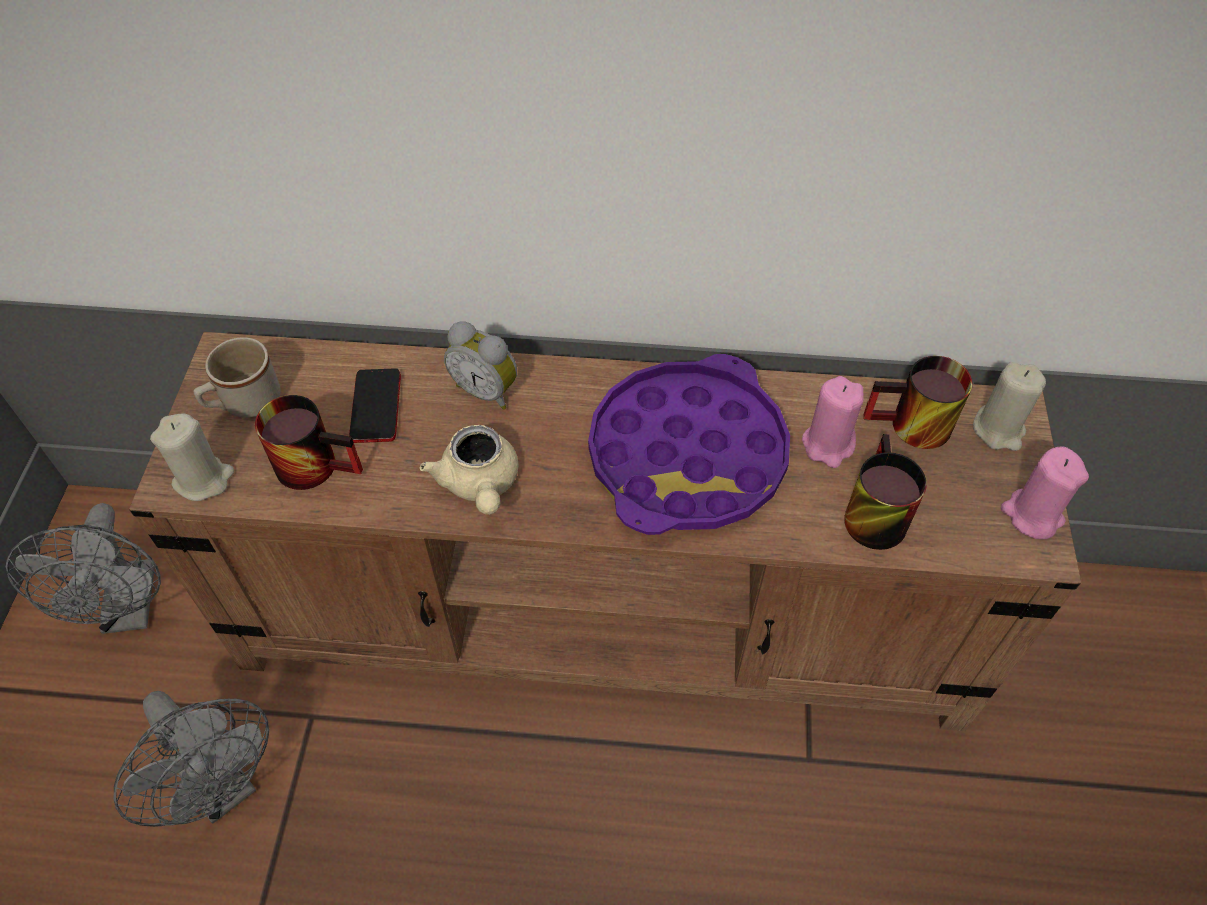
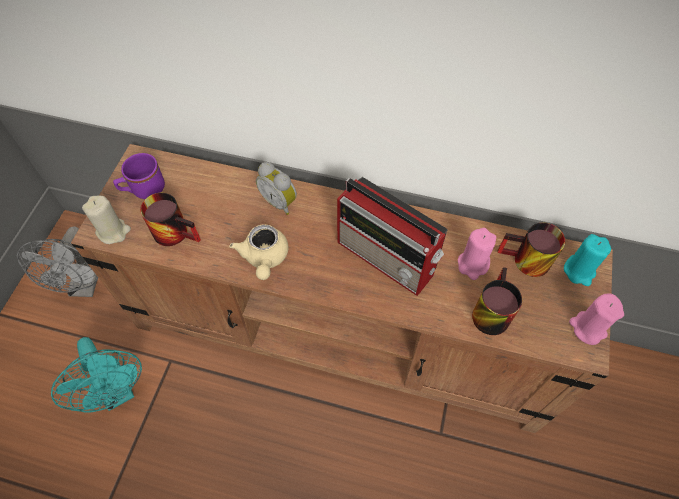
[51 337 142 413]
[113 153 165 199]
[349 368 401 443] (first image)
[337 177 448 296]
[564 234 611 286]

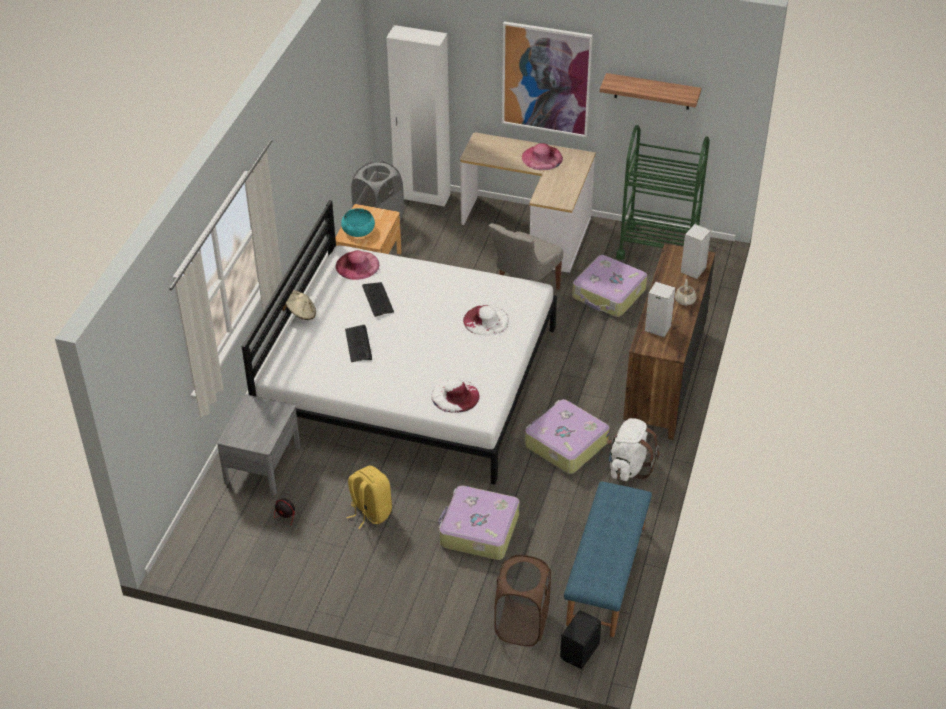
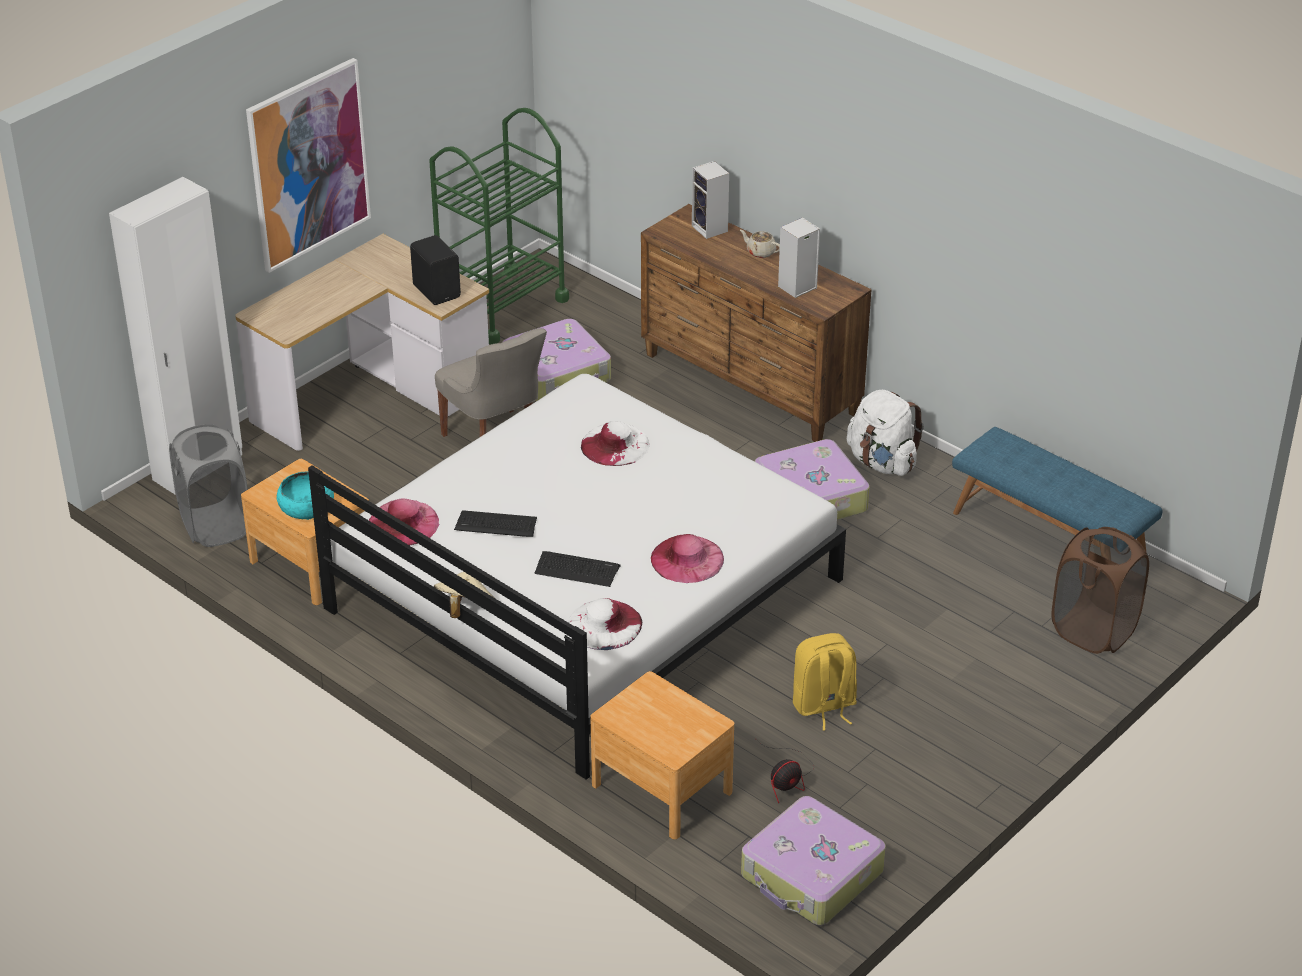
[590 671 734 839]
[568 598 642 650]
[741 796 886 925]
[651 534 724 583]
[410 235 461 305]
[600 73 701 110] (first image)

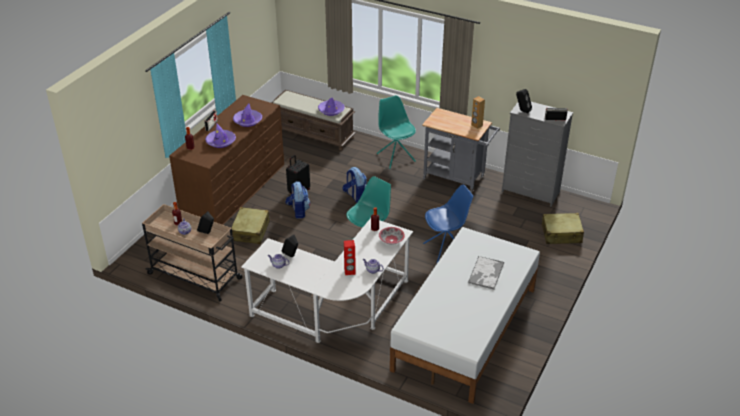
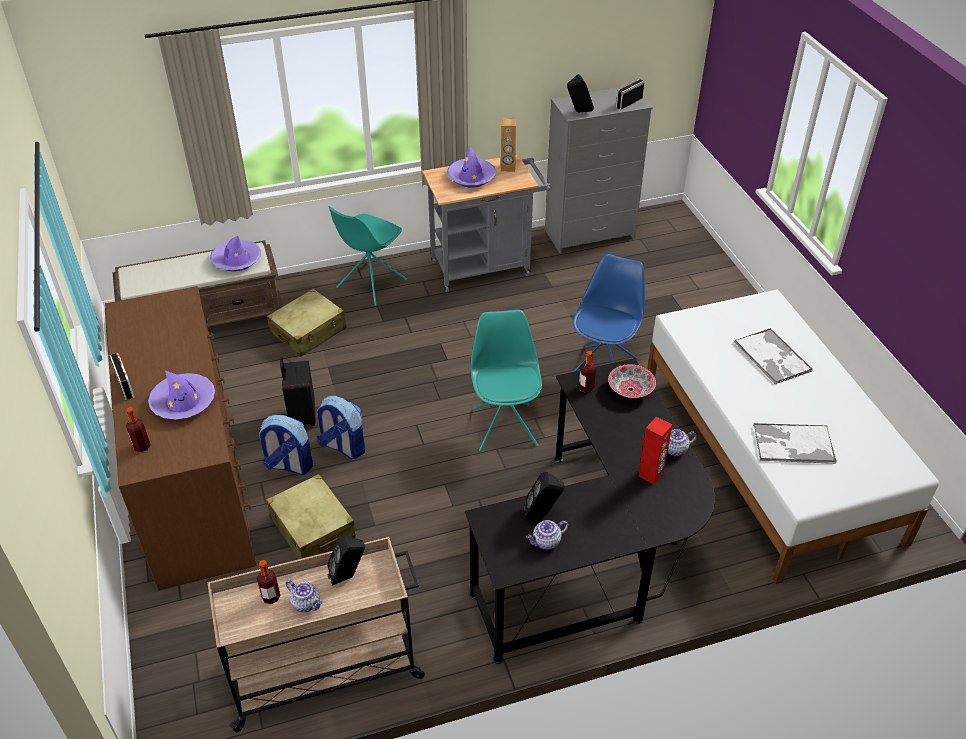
[447 146 496 188]
[465 358 715 664]
[258 415 313 475]
[328 206 407 306]
[267 289 346 357]
[753 423 837 464]

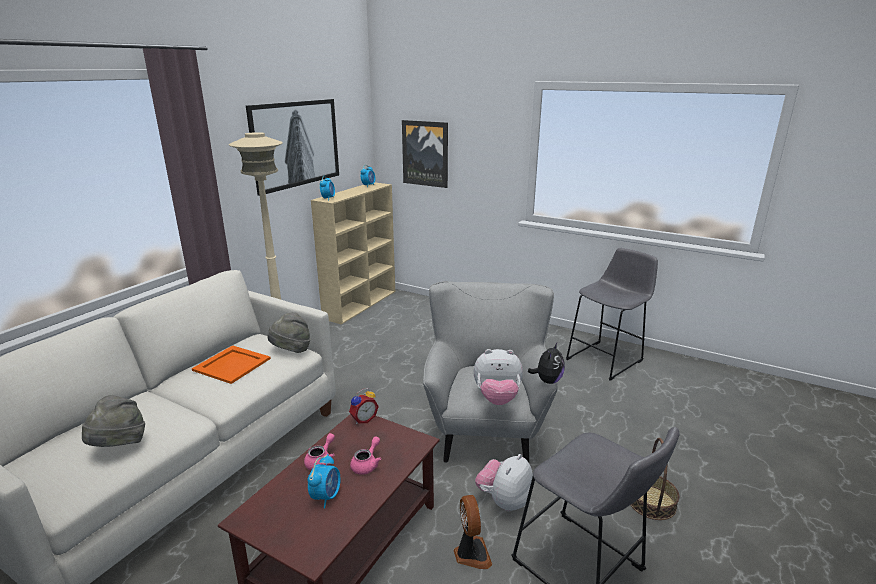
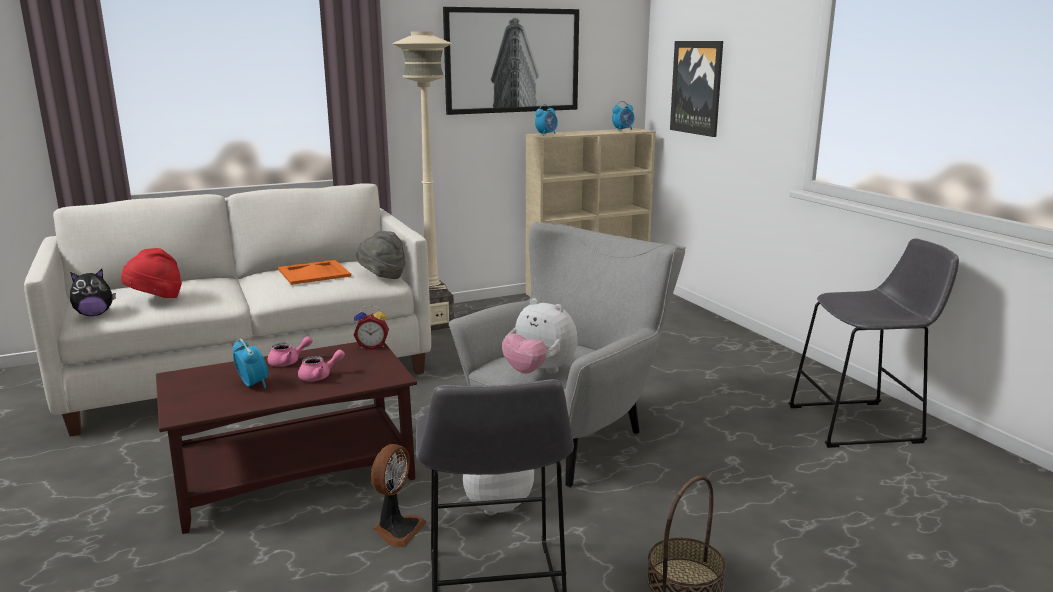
[121 248 182 298]
[233 338 269 389]
[70 269 116 316]

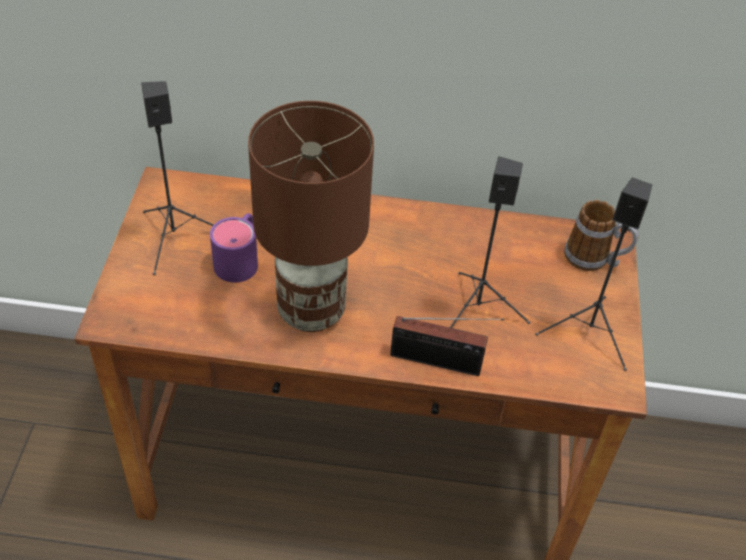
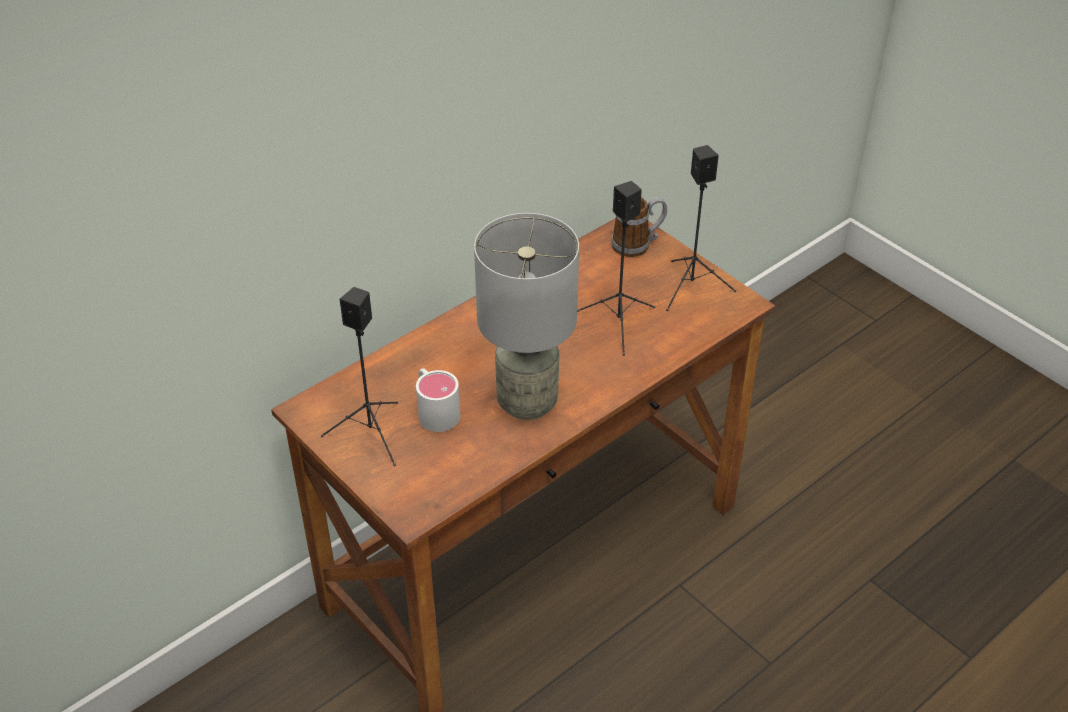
[416 368 460 432]
[474 213 579 420]
[390 316 504 376] (first image)

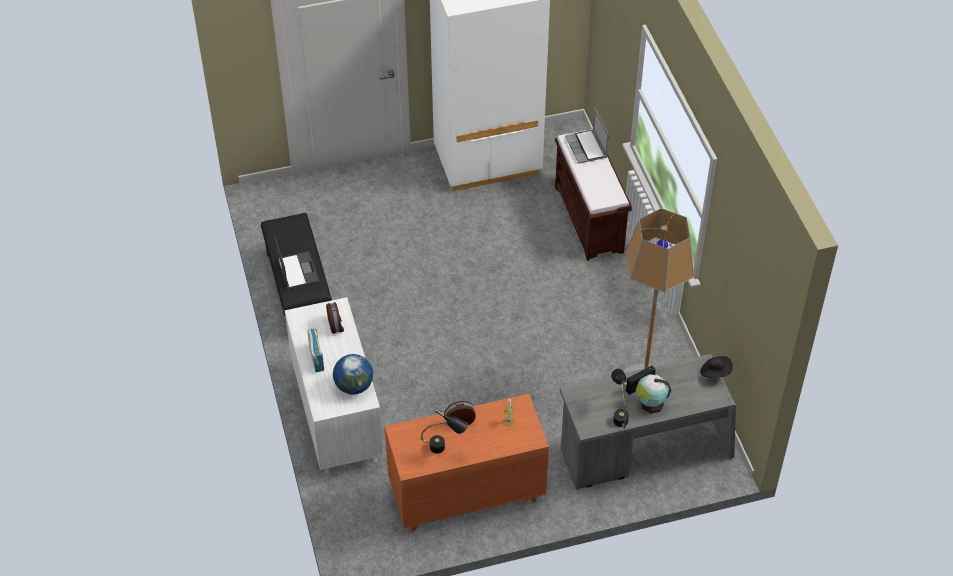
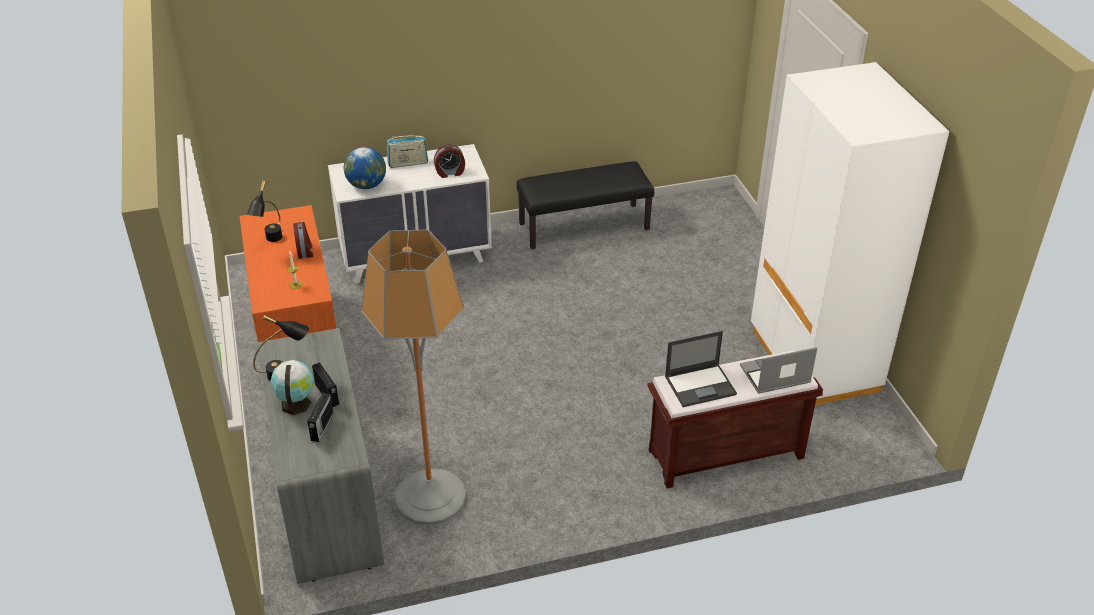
[665 331 737 407]
[700 356 732 378] (first image)
[307 393 333 442]

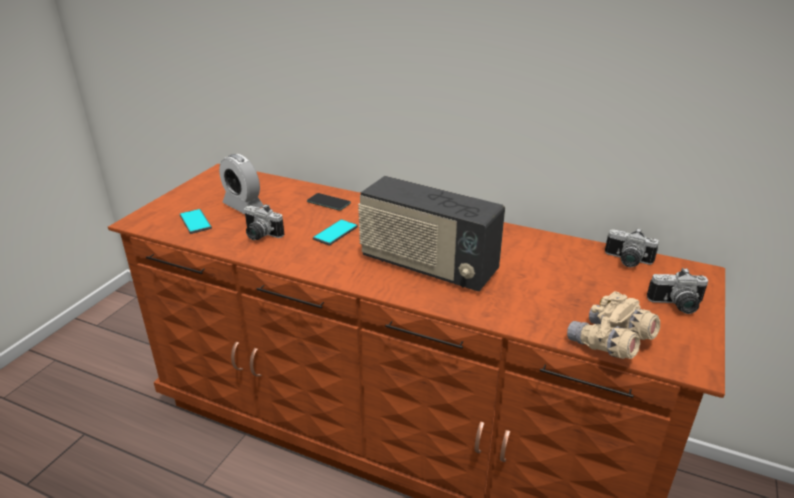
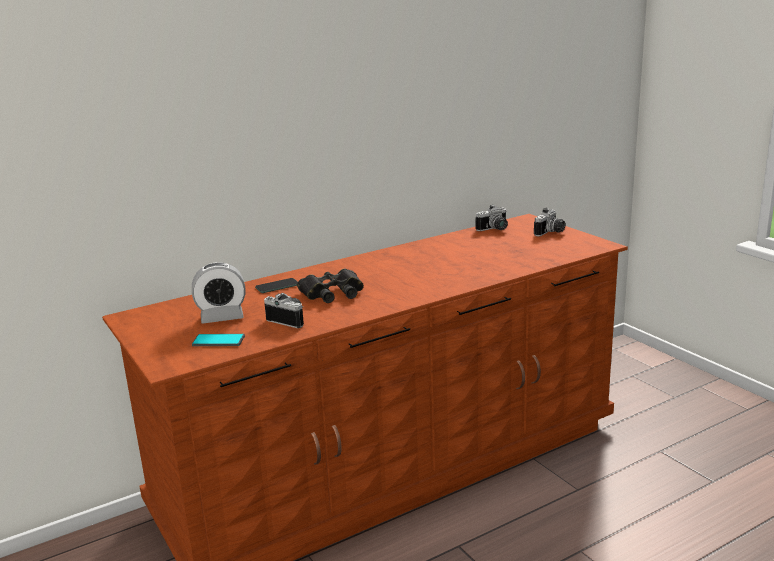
[264 293 304 328]
[297 269 364 303]
[358 176 505 291] (first image)
[567 291 660 359] (first image)

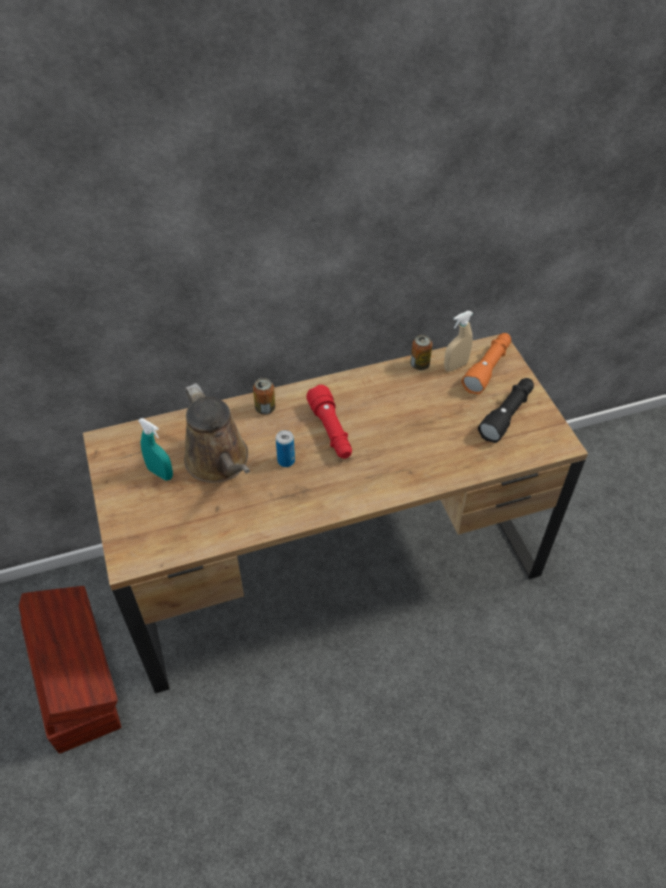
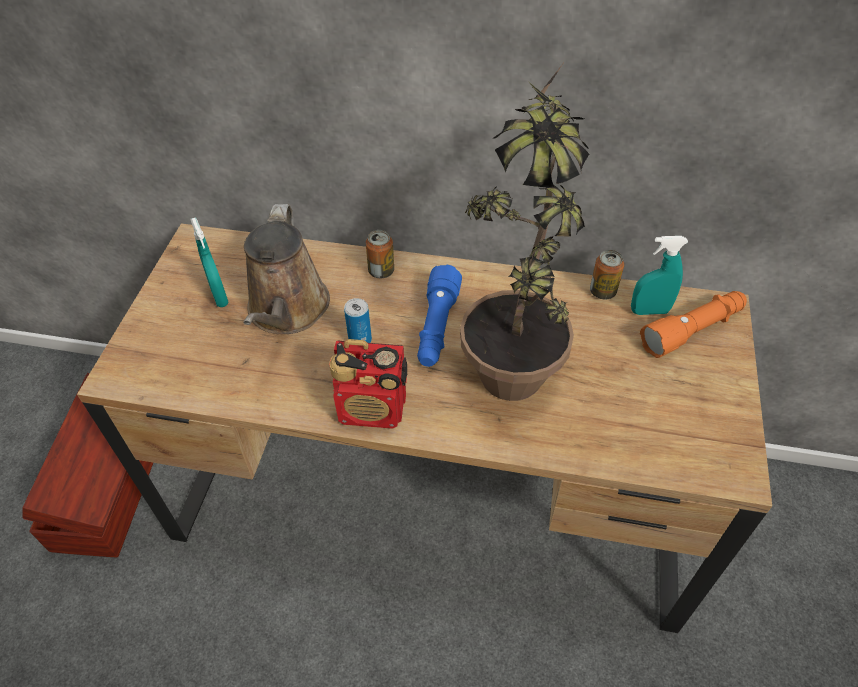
[417 265 462 367]
[631 236 688 315]
[478 378 534 443] (first image)
[329 339 407 429]
[460 61 589 401]

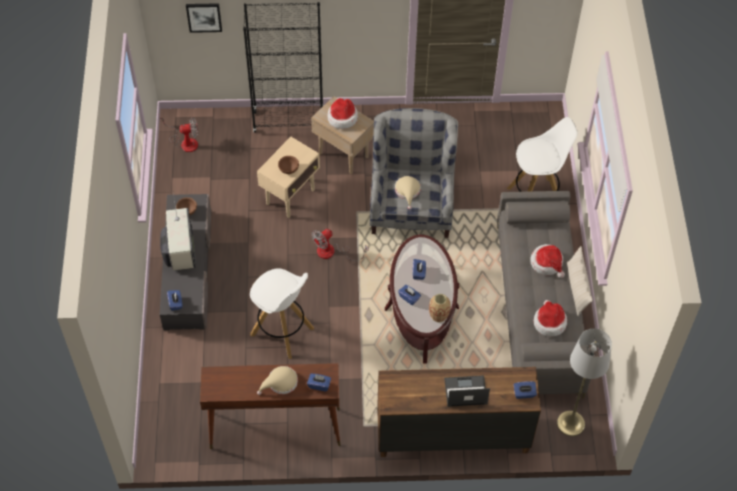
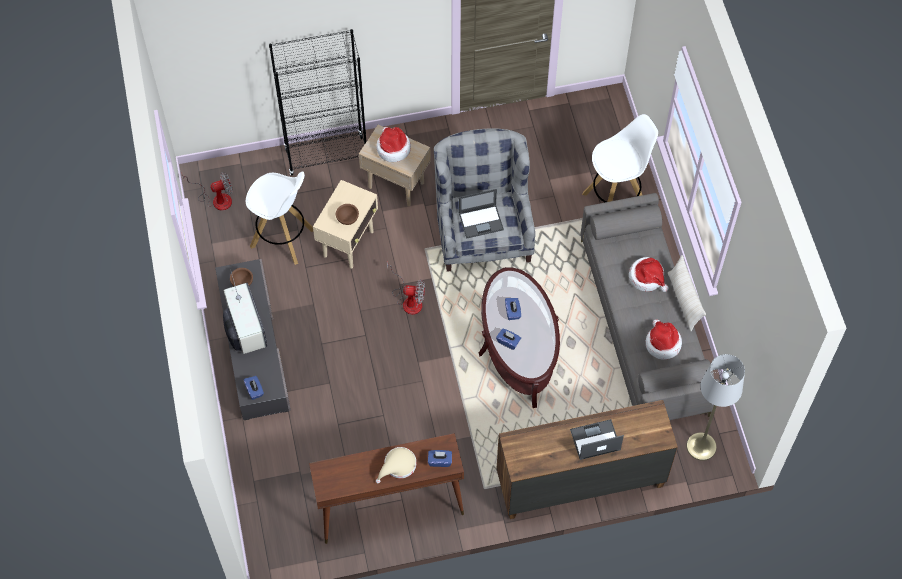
[186 3 222 33] (first image)
[246 171 313 265]
[387 263 425 315]
[459 189 504 239]
[429 294 451 322] (first image)
[514 381 537 399] (first image)

